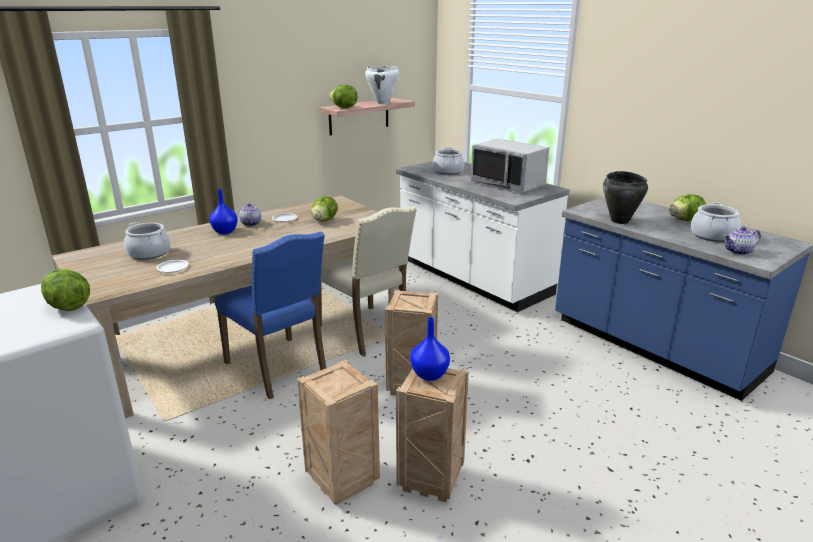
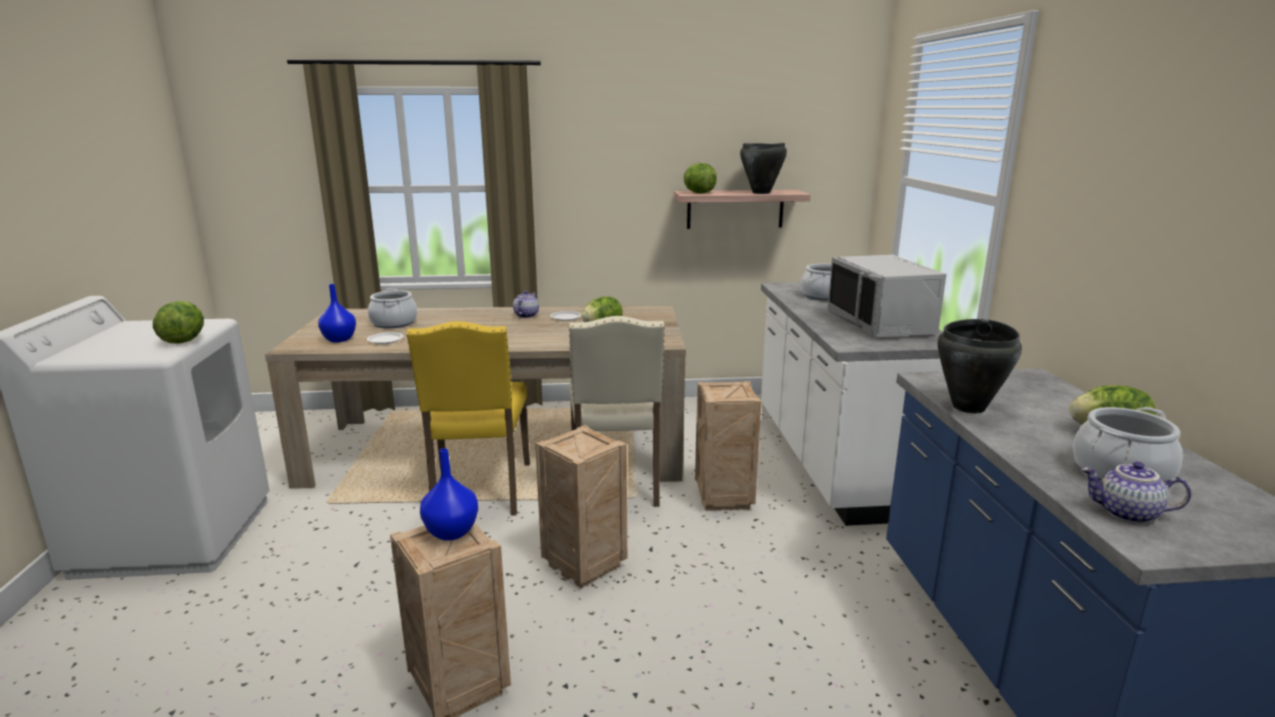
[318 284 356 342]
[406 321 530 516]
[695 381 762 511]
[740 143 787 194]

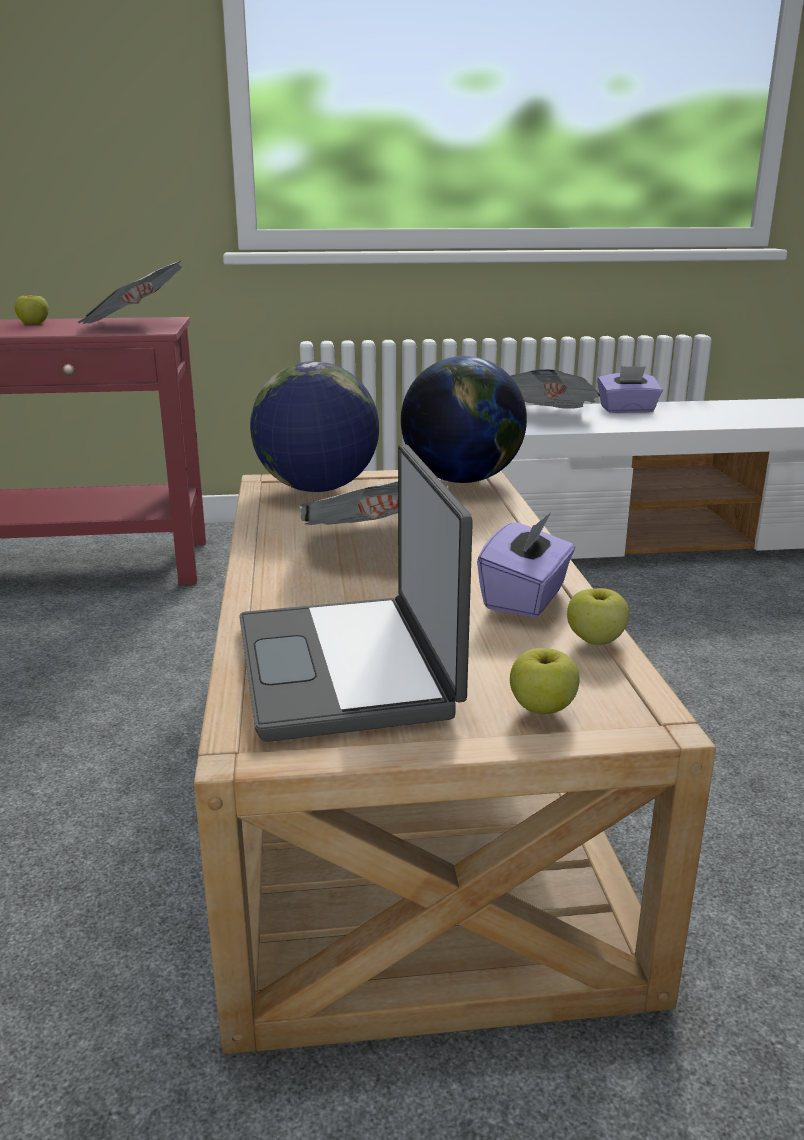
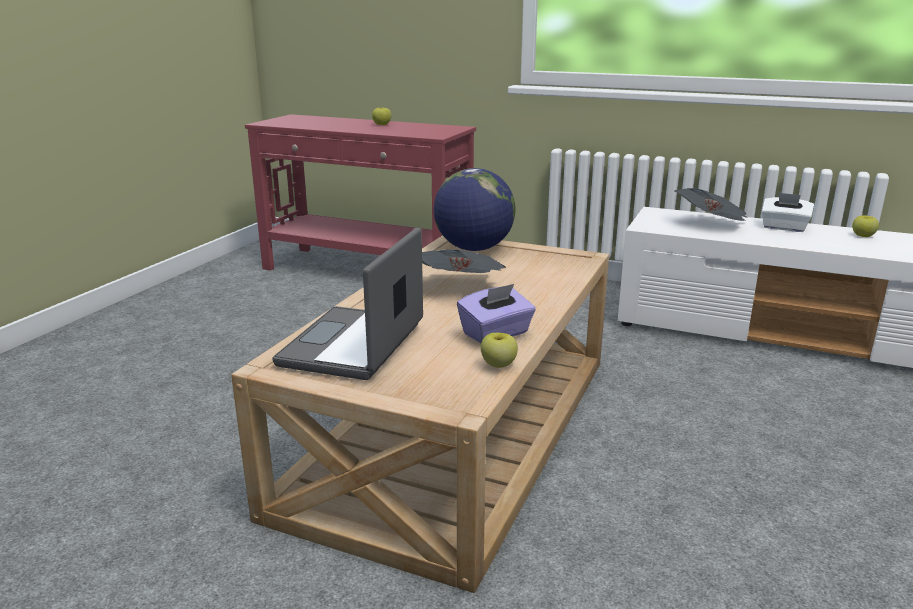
[78 261 181 324] (first image)
[401 356 527 483] (first image)
[852 215 879 237]
[761 192 814 232]

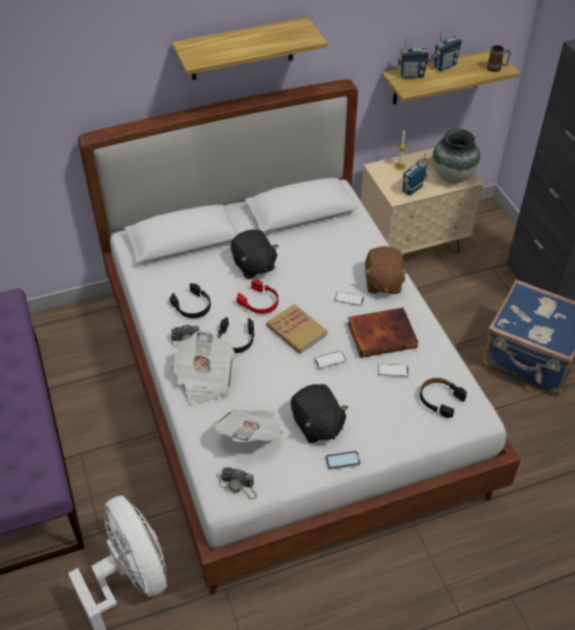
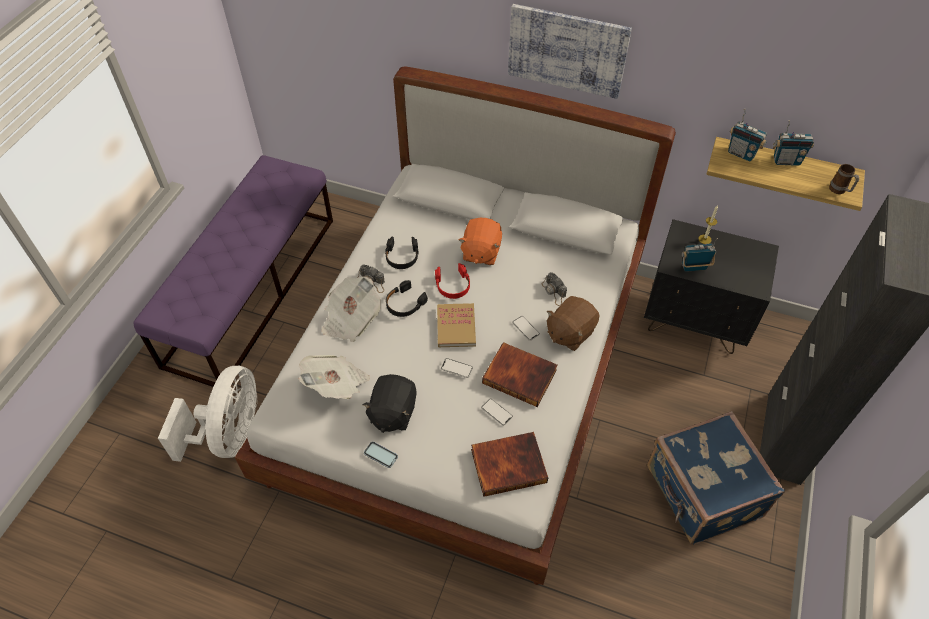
[508 4 632 99]
[542 272 567 306]
[459 218 502 265]
[644 219 779 354]
[471 432 548 497]
[433 129 480 183] (first image)

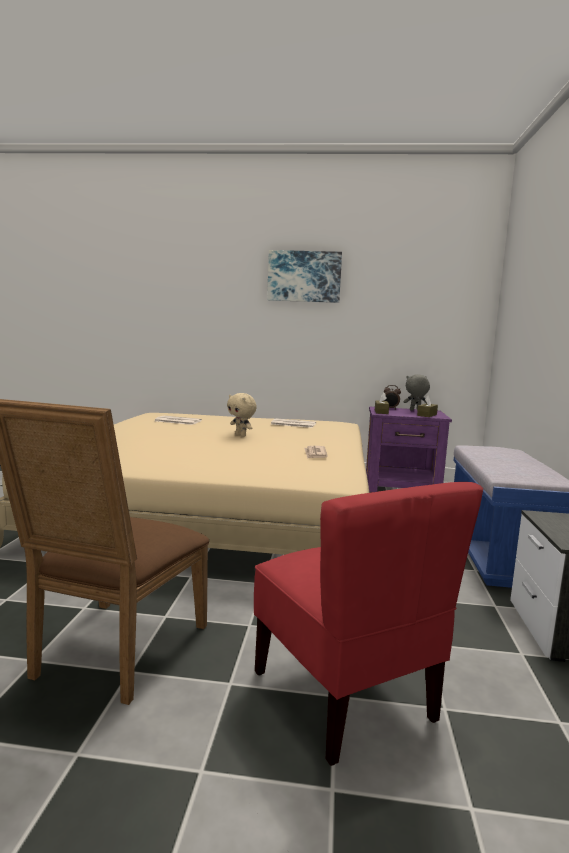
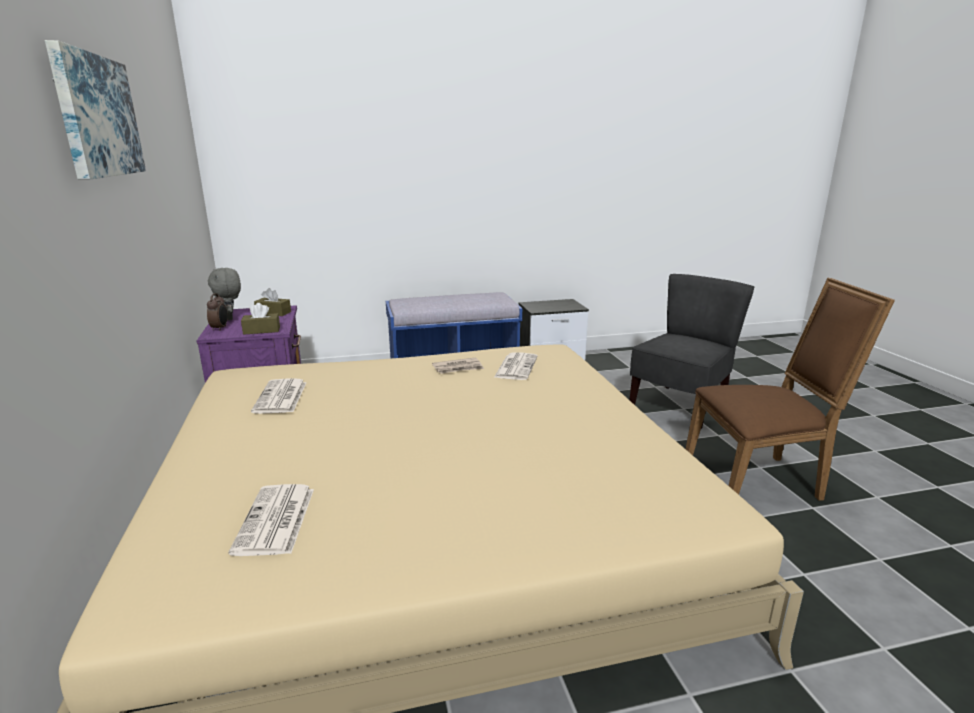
[227 393 257 437] (first image)
[629 274 754 429]
[494 352 538 380]

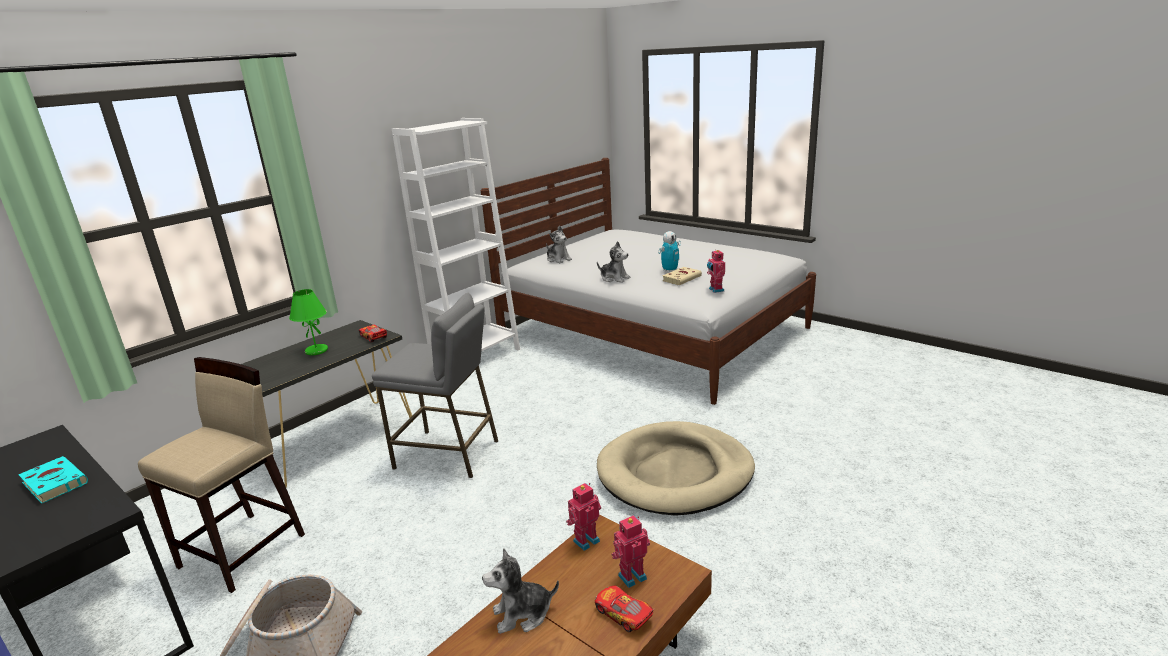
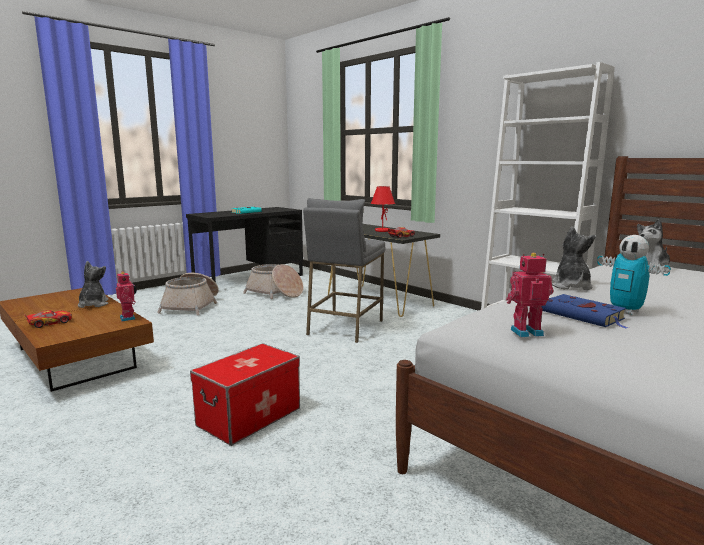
[243 264 304 299]
[371 186 395 232]
[552 226 596 290]
[190 343 300 446]
[611 515 650 588] (first image)
[542 294 629 329]

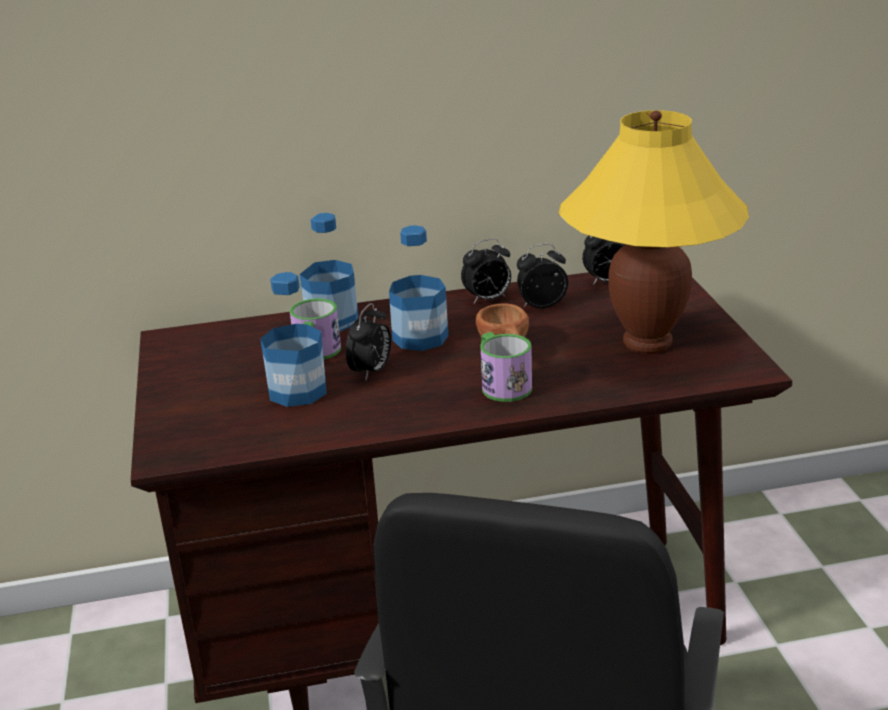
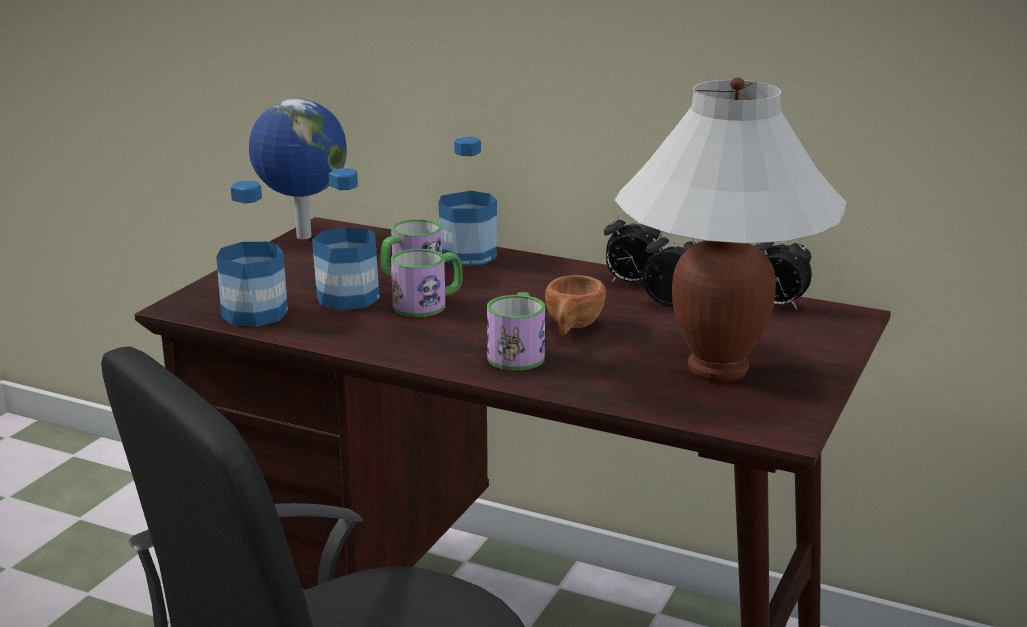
[391 249 463 317]
[216 181 288 327]
[614 77 847 382]
[249 99 347 239]

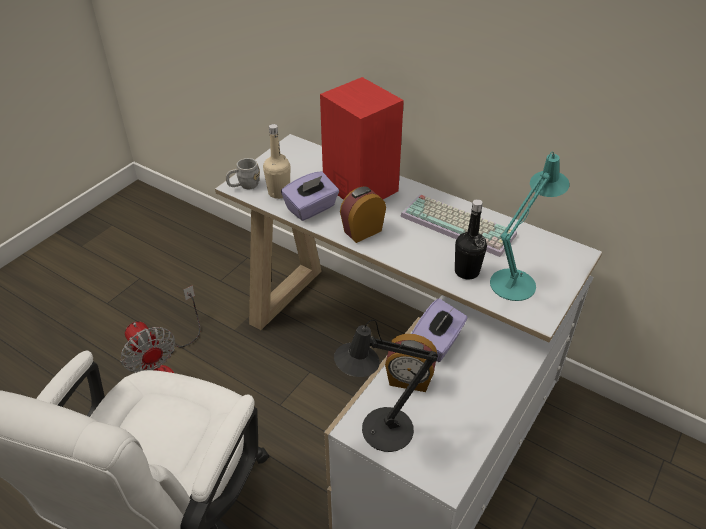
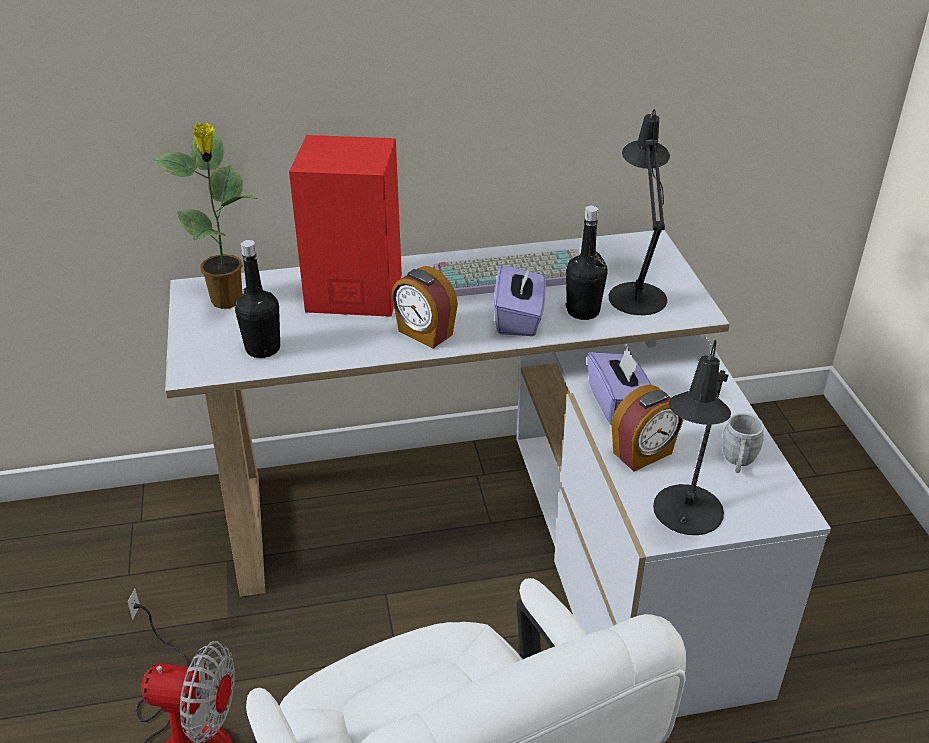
[722 413 764 473]
[235 240 280 358]
[494 264 546 336]
[391 266 458 349]
[609 109 670 315]
[154 122 257 309]

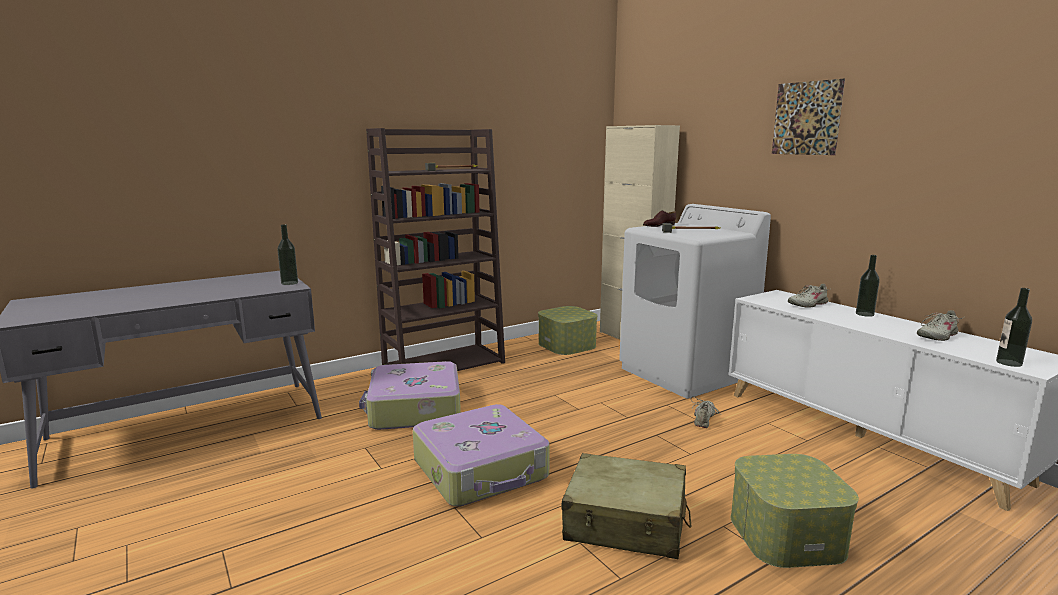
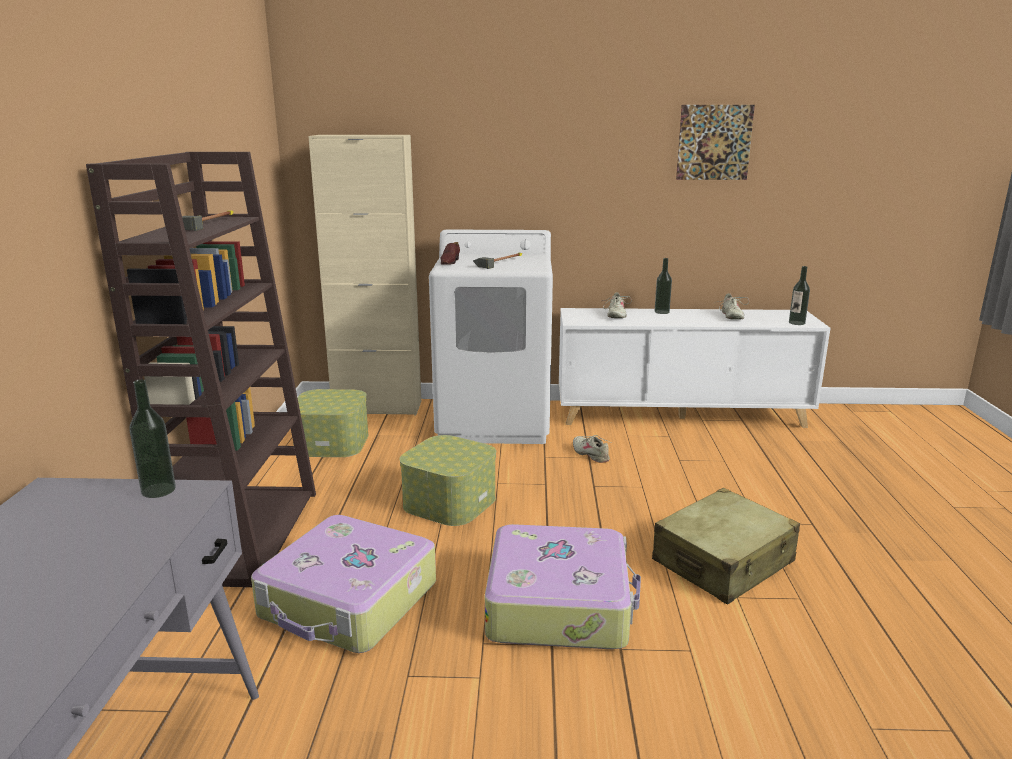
[399 435 496 526]
[676 105 755 180]

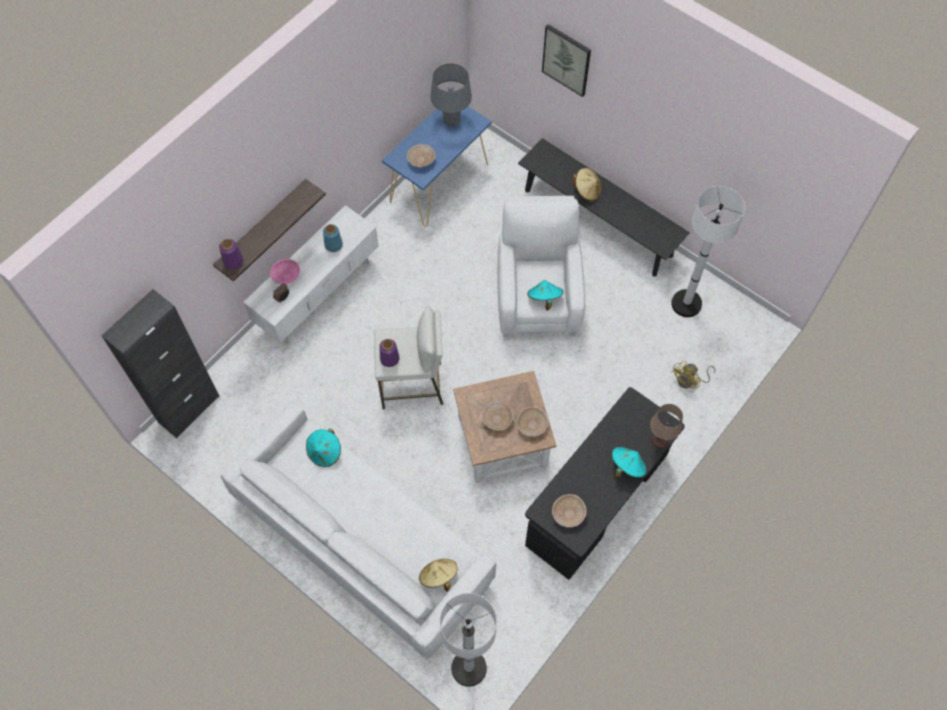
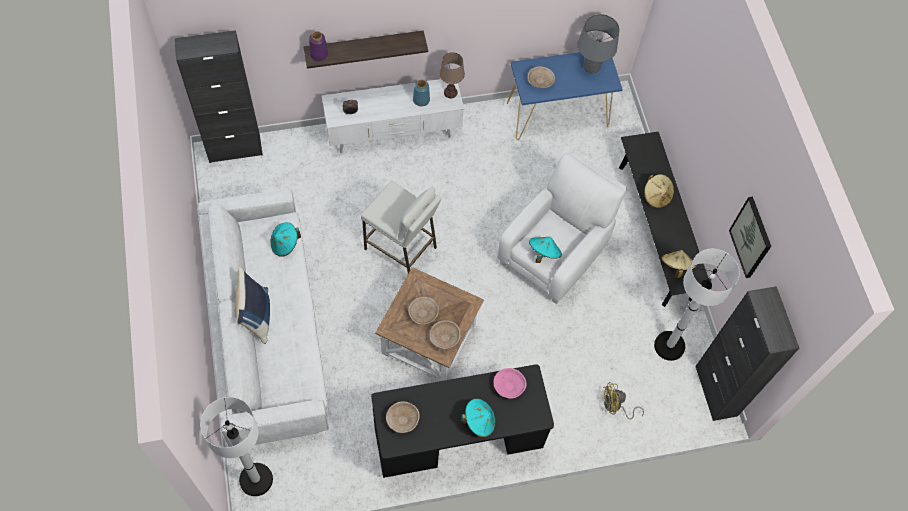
[494 368 527 399]
[379 339 400 367] (first image)
[661 250 696 279]
[729 197 771 278]
[439 52 465 98]
[235 267 270 344]
[695 286 799 421]

